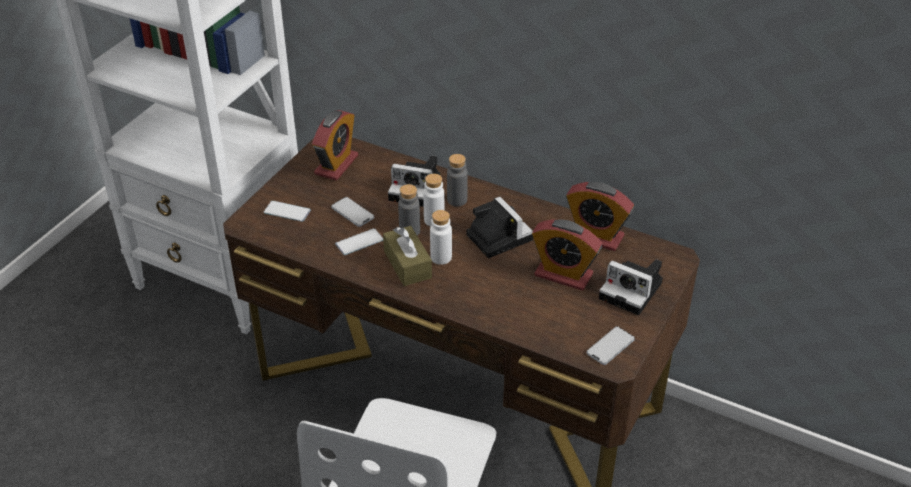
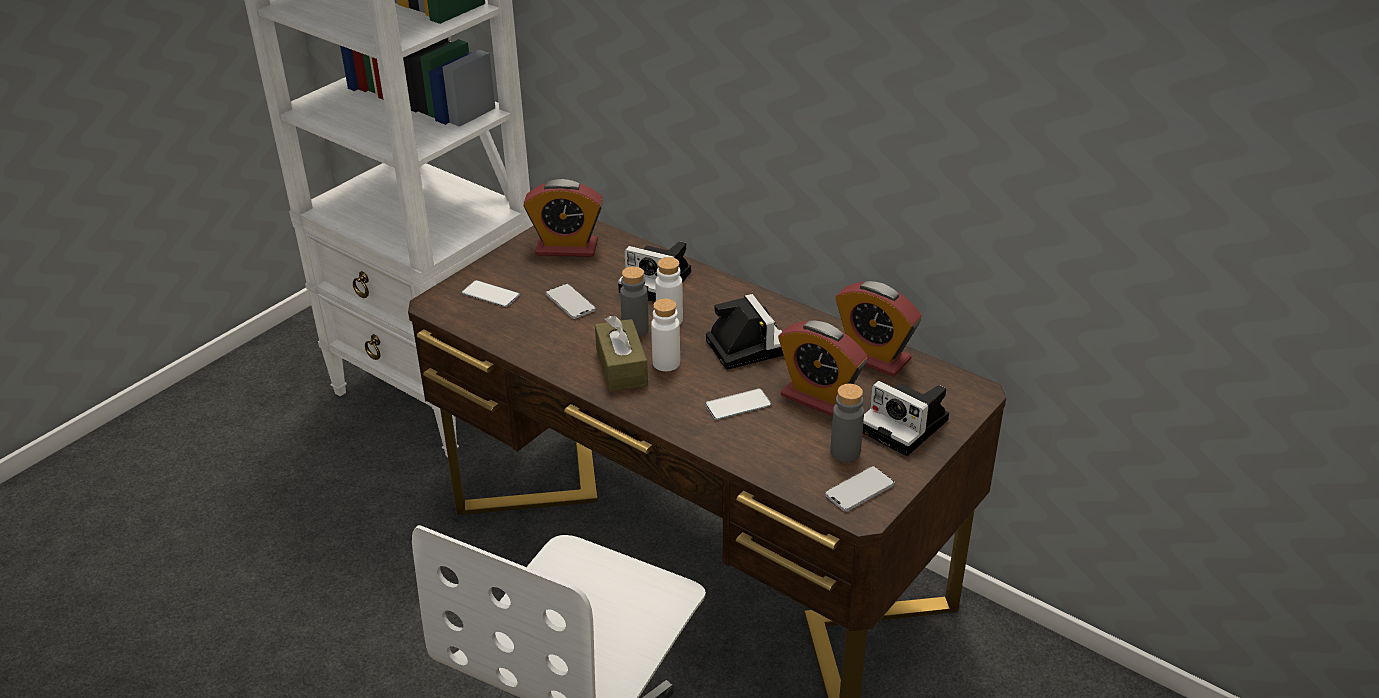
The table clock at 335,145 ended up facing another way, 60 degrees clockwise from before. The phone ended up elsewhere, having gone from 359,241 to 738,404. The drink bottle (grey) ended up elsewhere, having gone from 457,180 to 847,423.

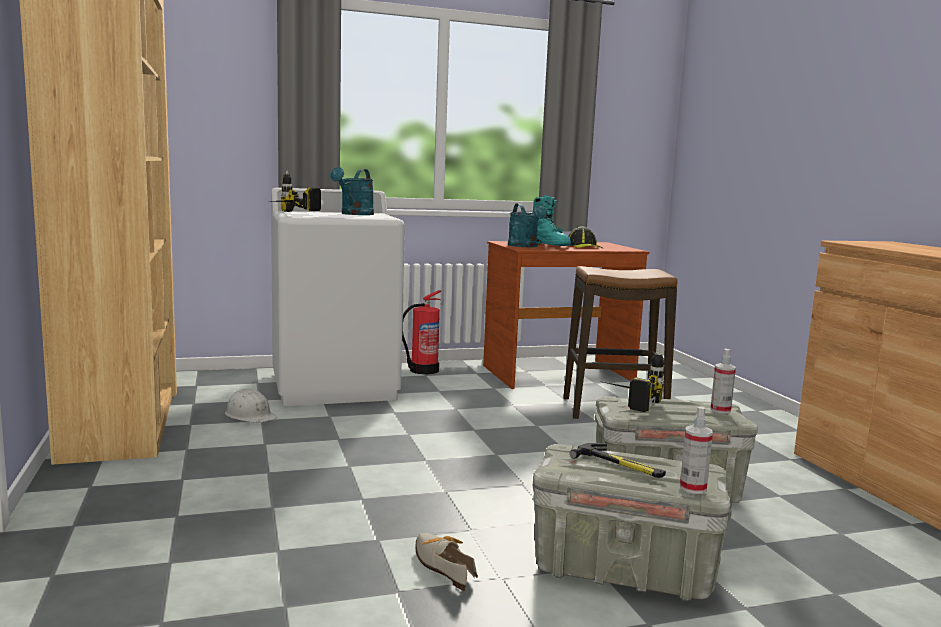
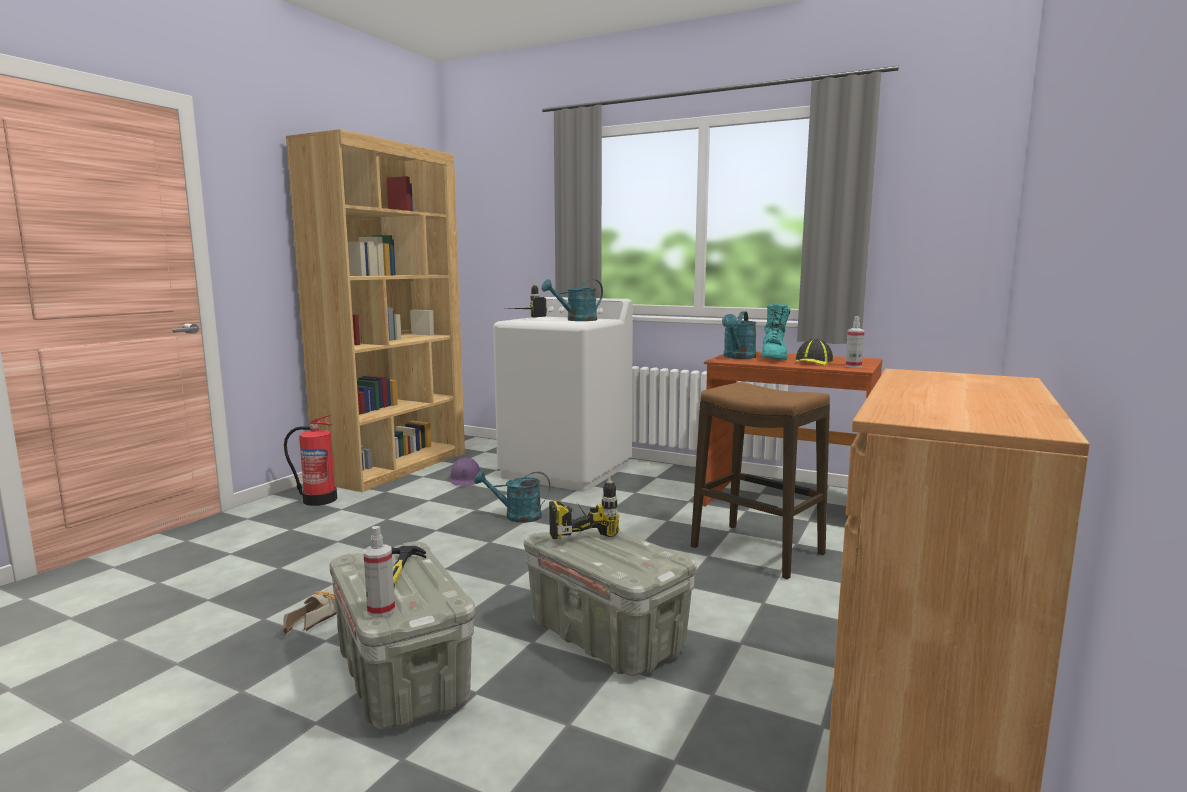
What was the safety helmet (white-coloured) at 251,406 turned into the safety helmet (purple-coloured) at 464,471. The fire extinguisher ended up elsewhere, having gone from 421,332 to 310,460. The spray bottle ended up elsewhere, having gone from 723,381 to 855,342. The second view gained the sprinkling can (blue-green) at 512,496.

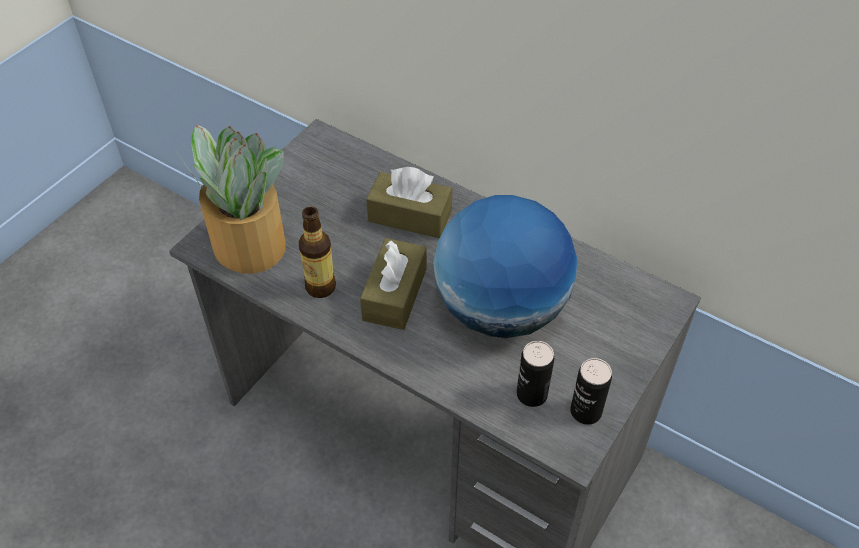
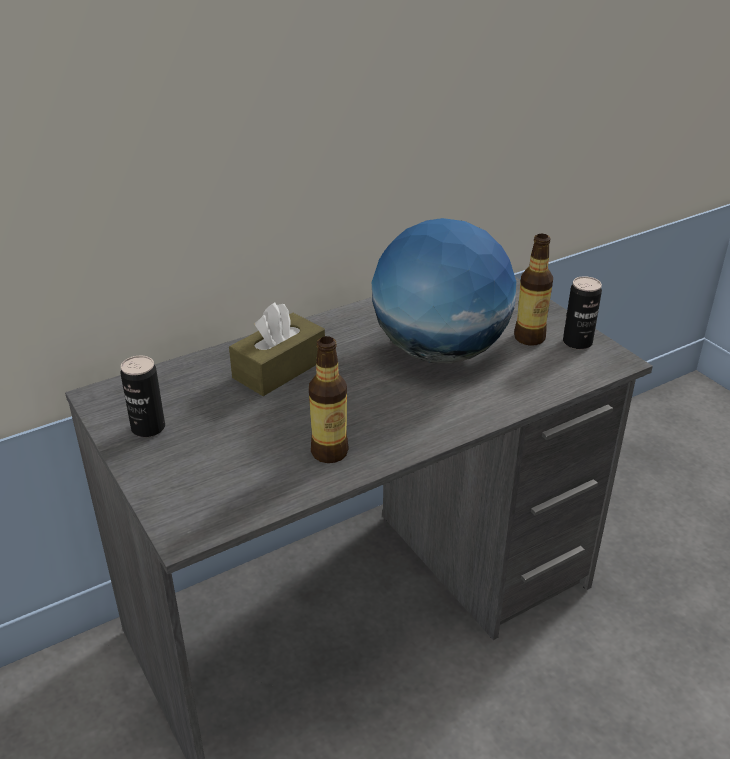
The second view lost the potted plant at 232,199. The second view lost the tissue box (brown) at 393,284. The can ended up elsewhere, having gone from 535,374 to 142,396. The second view gained the drink bottle at 533,290.

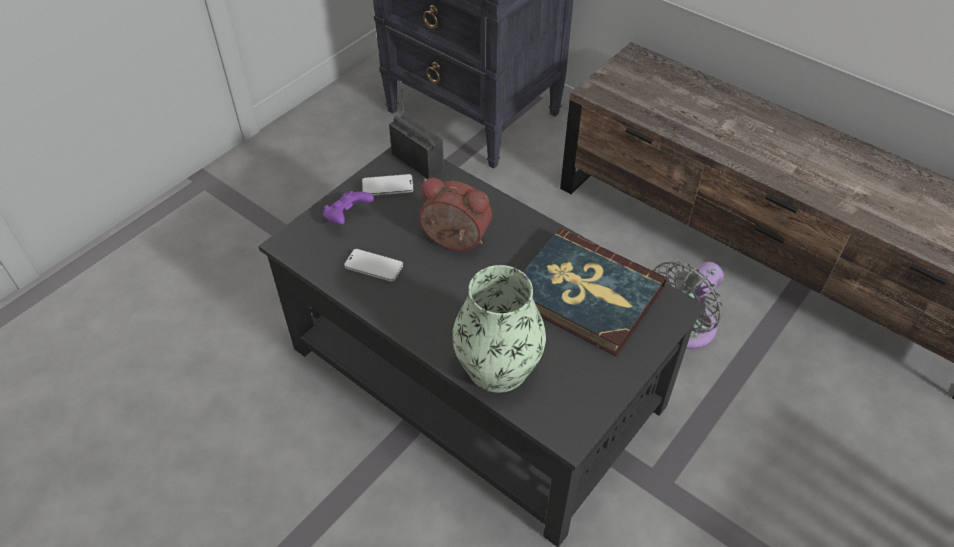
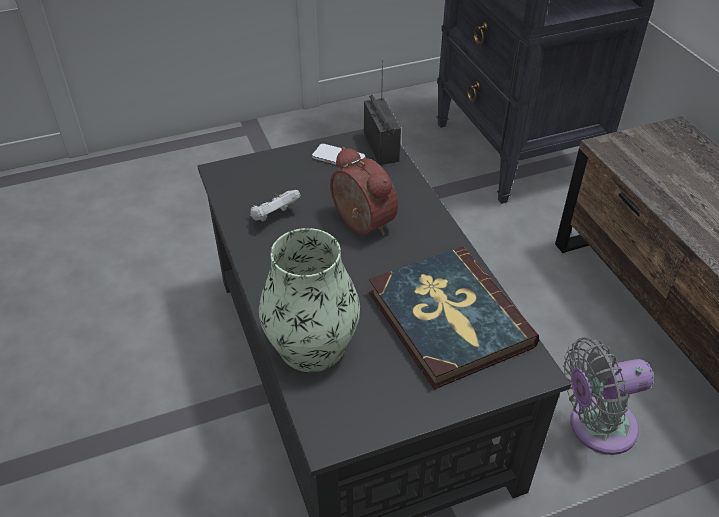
The second view lost the gamepad (purple-coloured) at 348,208. Where the phone stood at 373,265, the gamepad (white-coloured) came to stand at 275,206.

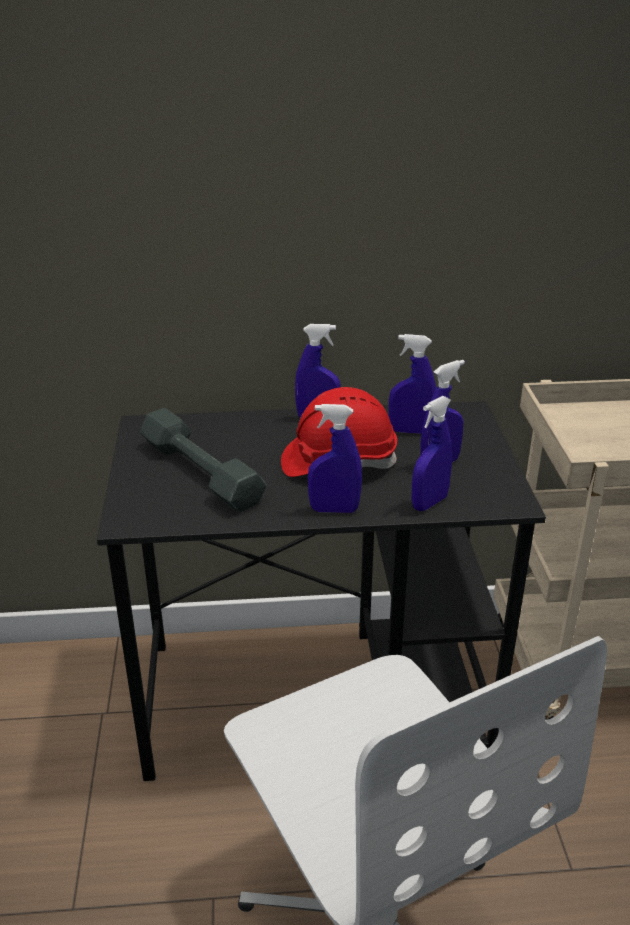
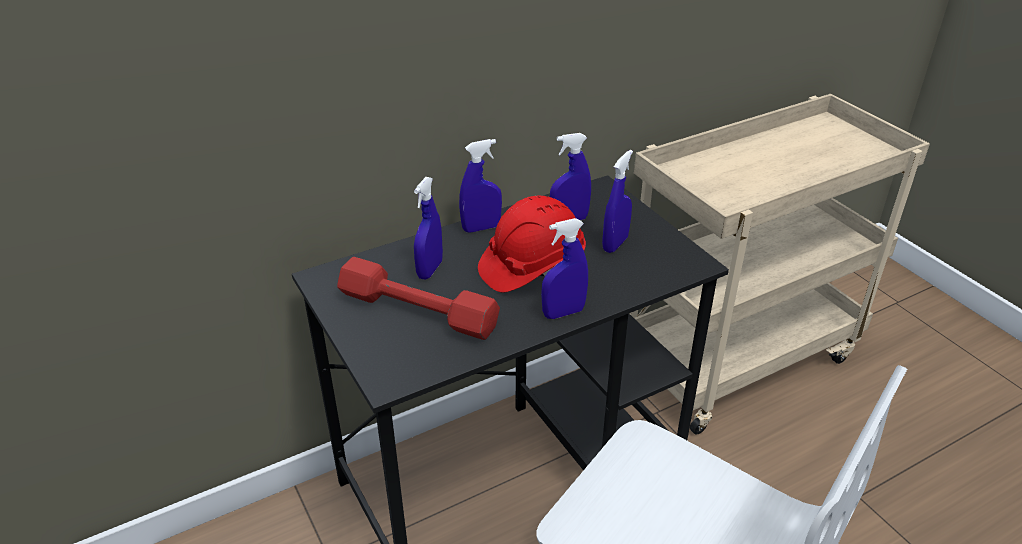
What was the free weight (grey) at 203,460 turned into the free weight (red) at 418,298. The spray bottle (blue-coloured) ended up elsewhere, having gone from 432,453 to 428,228.

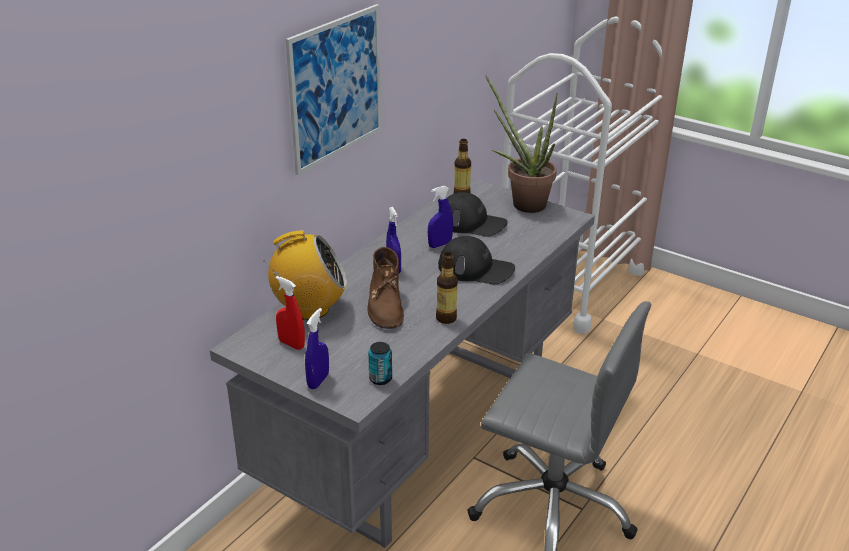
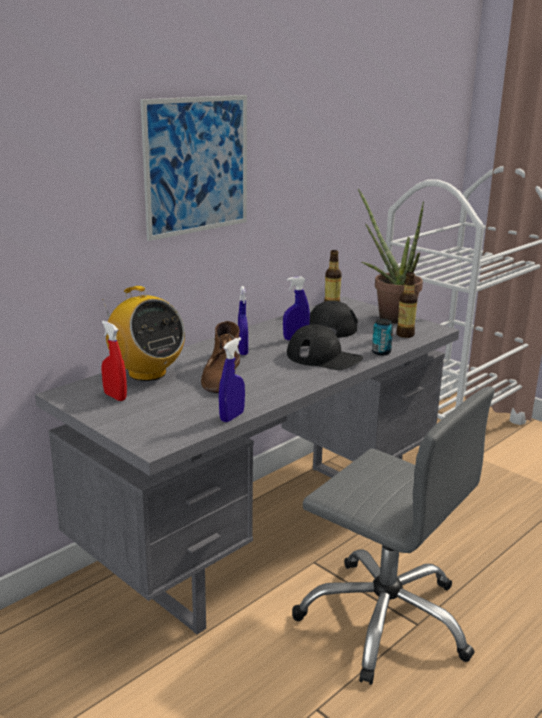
The radio at 305,275 ended up facing another way, 45 degrees clockwise from before. The spray bottle (blue-coloured) ended up elsewhere, having gone from 317,348 to 232,379. The can ended up elsewhere, having gone from 380,363 to 382,337. The drink bottle ended up elsewhere, having gone from 447,288 to 407,305. The baseball cap (black-coloured) at 477,214 ended up facing another way, 105 degrees counterclockwise from before.

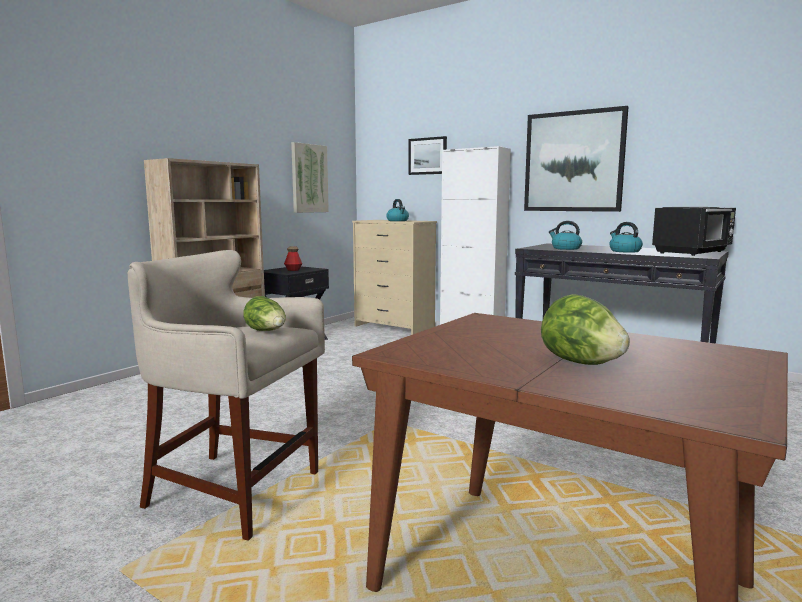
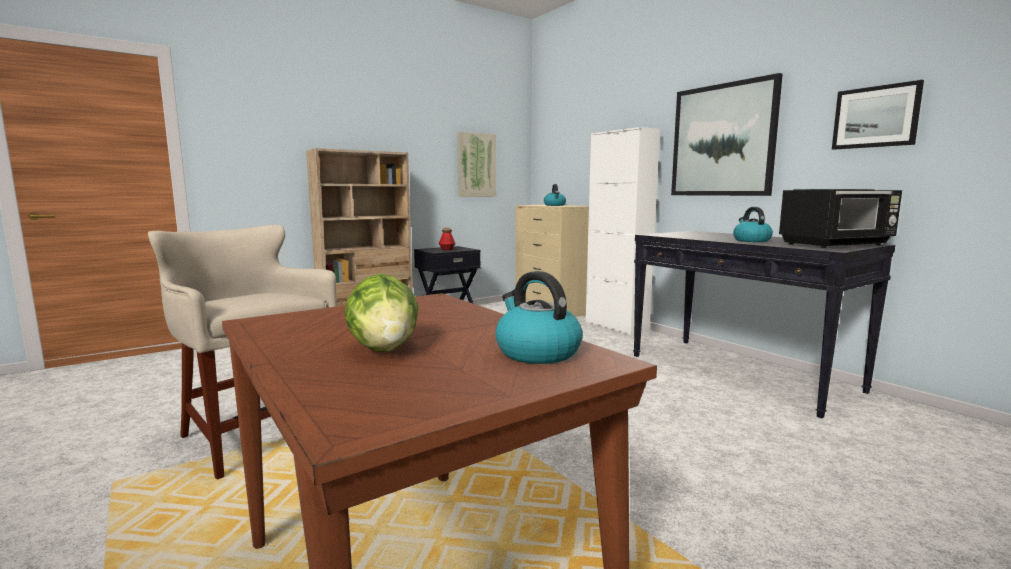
The second view lost the lettuce at 265,313. The picture ended up elsewhere, having gone from 427,155 to 878,115. The tea kettle ended up elsewhere, having gone from 565,235 to 539,317.

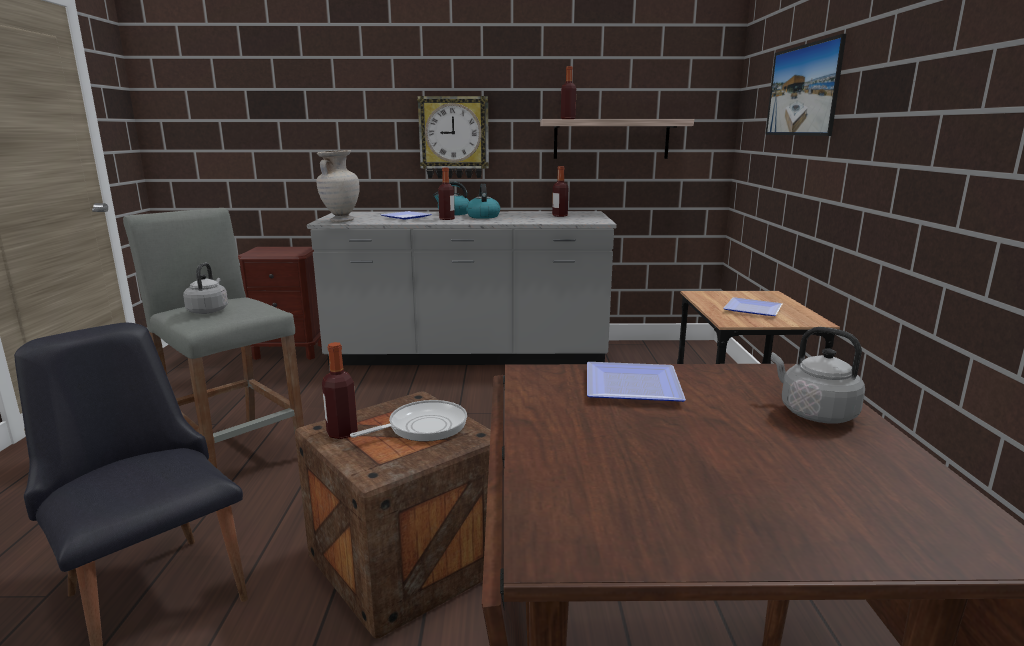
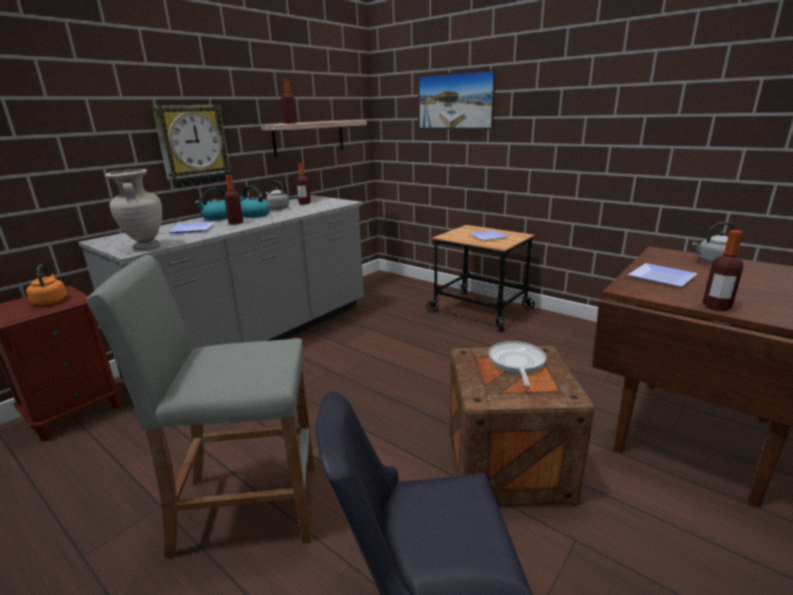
The tea kettle (grey) ended up elsewhere, having gone from 205,288 to 277,195. The drink bottle ended up elsewhere, having gone from 340,390 to 723,270. The second view gained the tea kettle (orange) at 46,284.

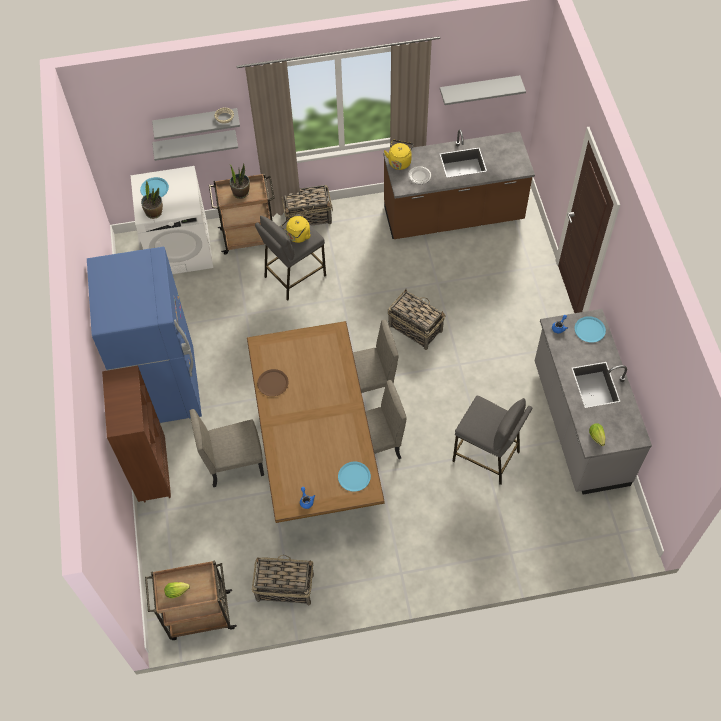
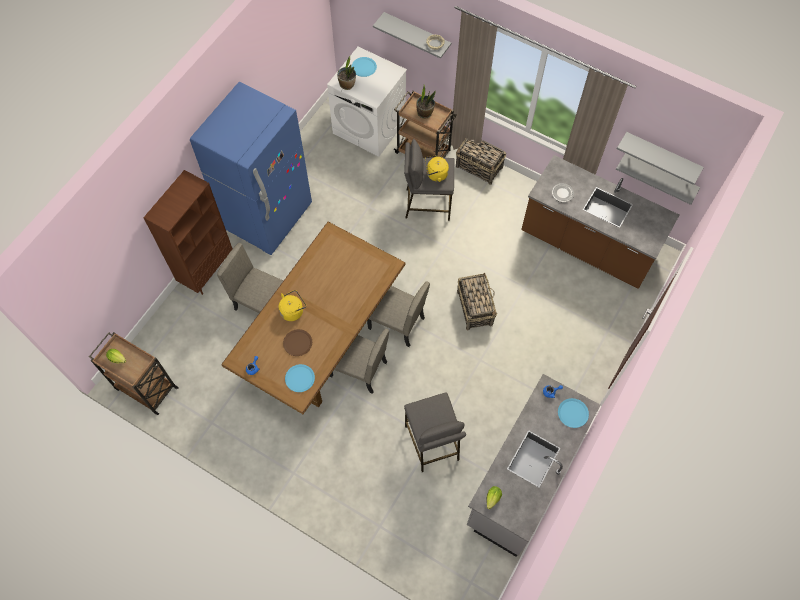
The wall shelf (grey) ended up elsewhere, having gone from 195,145 to 658,179. The second view lost the household basket at 283,580. The flat dish (brown) ended up elsewhere, having gone from 273,382 to 297,342. The tea kettle (yellow) ended up elsewhere, having gone from 398,155 to 292,305.

